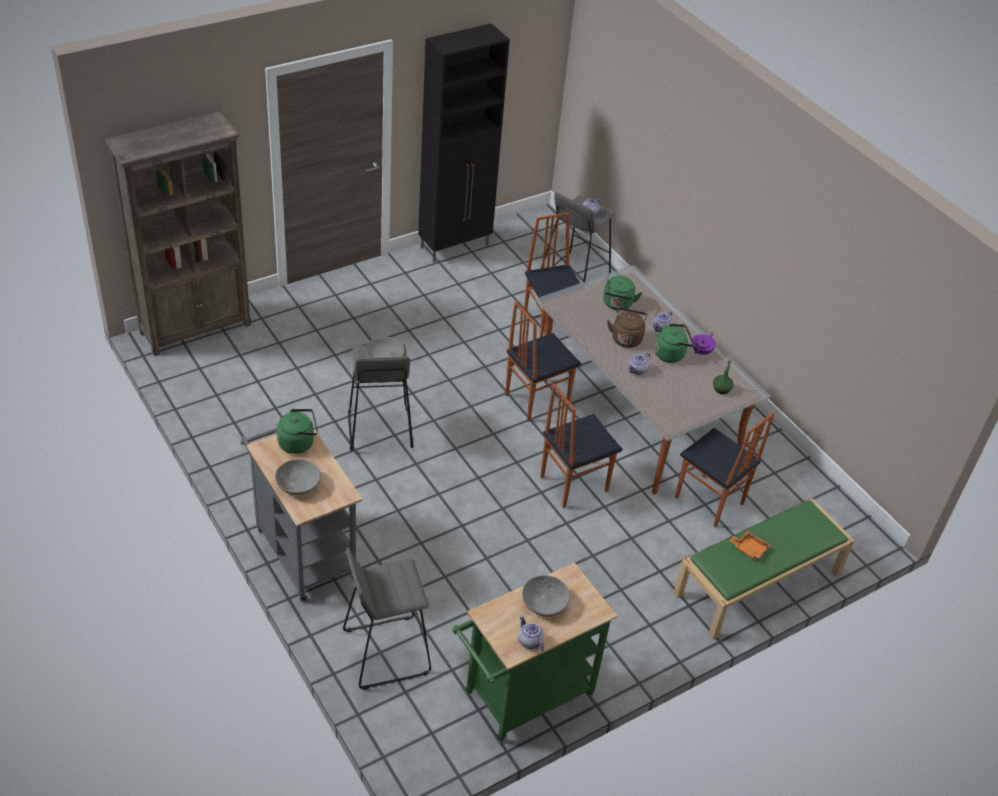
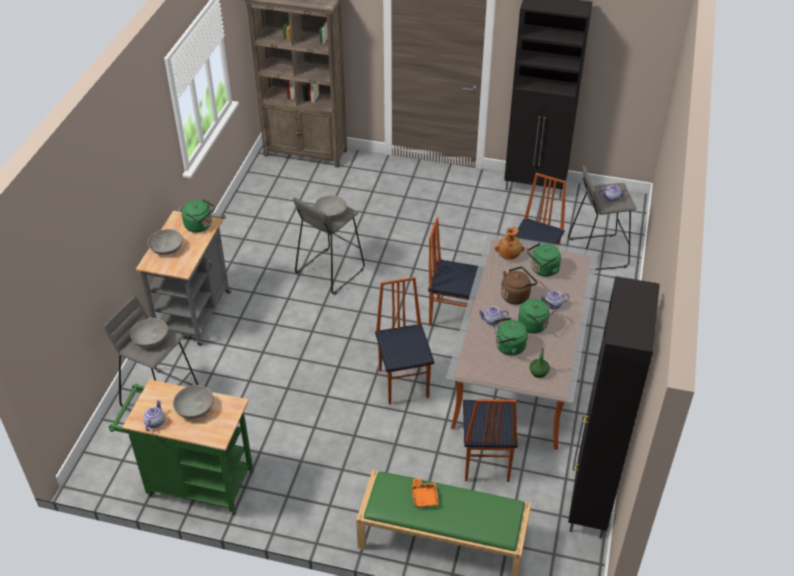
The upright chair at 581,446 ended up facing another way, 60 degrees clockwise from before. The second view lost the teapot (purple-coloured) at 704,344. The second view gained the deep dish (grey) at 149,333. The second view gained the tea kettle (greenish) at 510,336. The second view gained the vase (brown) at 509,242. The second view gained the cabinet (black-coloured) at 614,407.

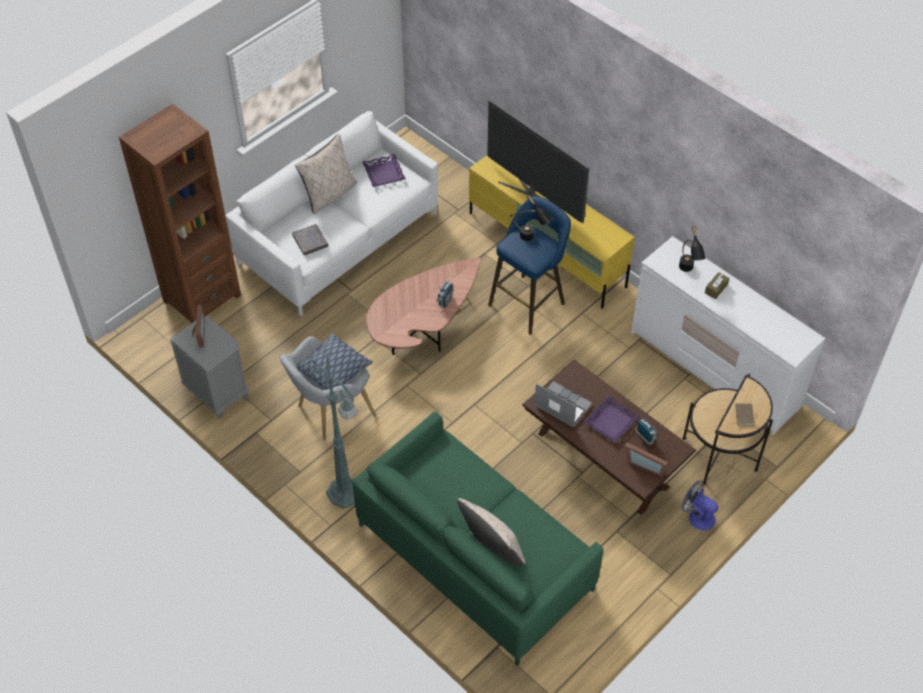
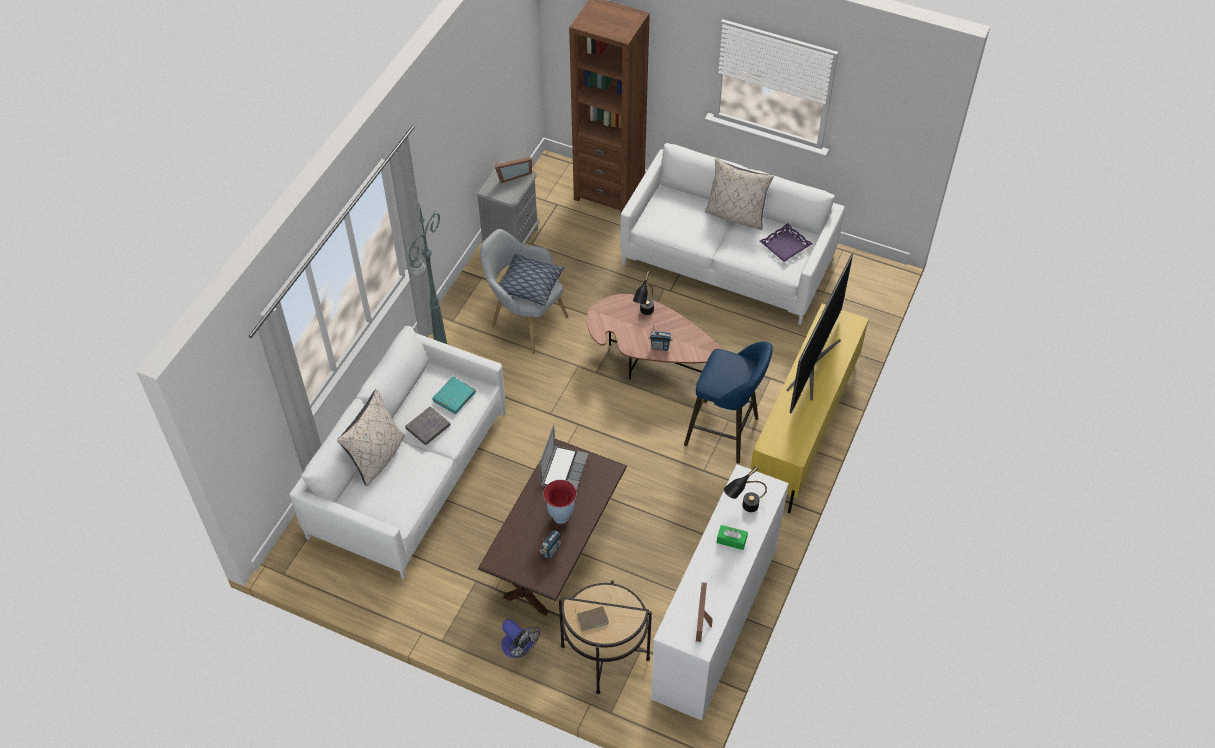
The bound book (grey) ended up elsewhere, having gone from 310,239 to 428,425. What was the settee (greenish) at 478,539 turned into the settee (white-coloured) at 397,452. The table lamp (black-coloured) ended up elsewhere, having gone from 534,218 to 643,293. Where the serving tray (purple-coloured) stood at 612,419, the vase came to stand at 560,502. The photo frame ended up elsewhere, having gone from 646,459 to 704,612. The electric fan at 700,505 ended up facing another way, 120 degrees clockwise from before. What was the tissue box (brown) at 717,285 turned into the tissue box (greenish) at 732,537. The second view gained the bound book (blue-green) at 454,395.

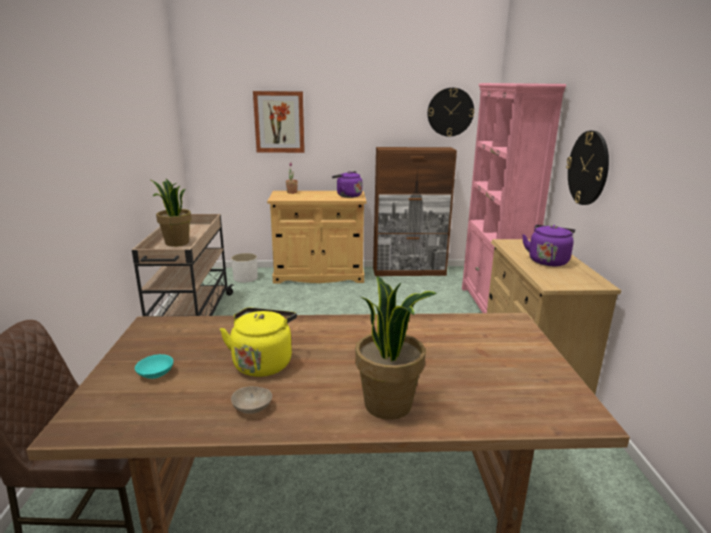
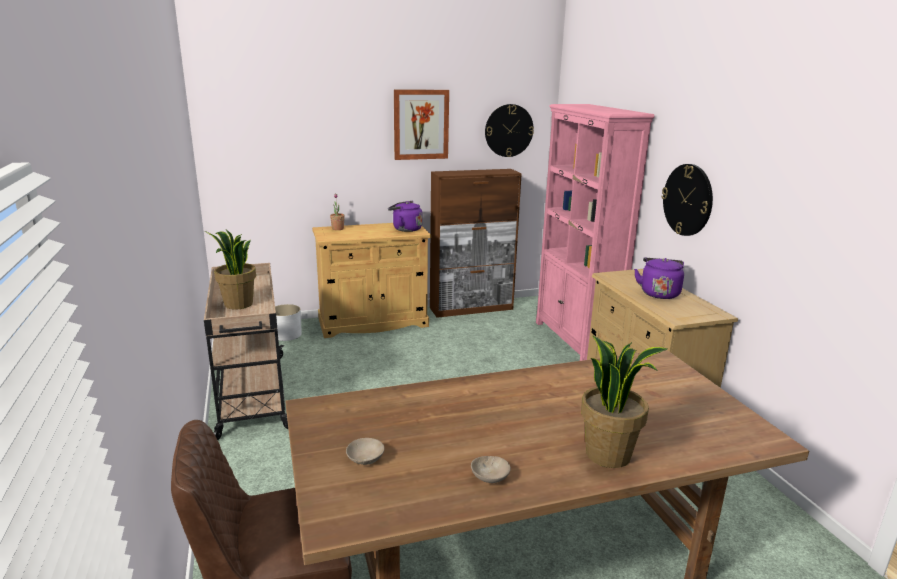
What was the deep dish (blue-green) at 154,366 turned into the deep dish (beige) at 365,451. The second view lost the tea kettle (yellow) at 258,342. The picture ended up elsewhere, having gone from 279,122 to 421,124.

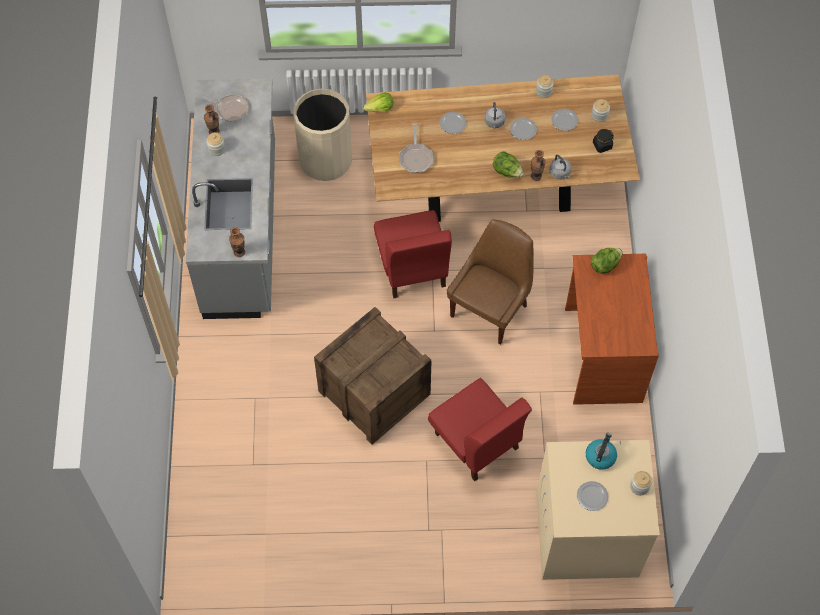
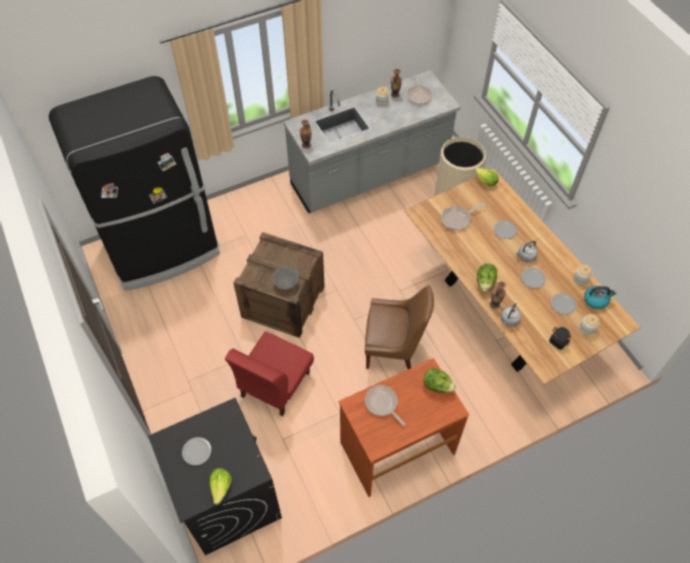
The second view lost the upright chair (red) at 413,254. What was the laundry machine (beige) at 598,510 turned into the laundry machine (black-coloured) at 215,476. The tea kettle ended up elsewhere, having gone from 601,451 to 600,297. Where the storage jar stood at 641,483, the lettuce came to stand at 221,486. The second view gained the kitchen fridge (black-coloured) at 134,183. The second view gained the deep dish (grey) at 286,278. The second view gained the skillet at 385,405.

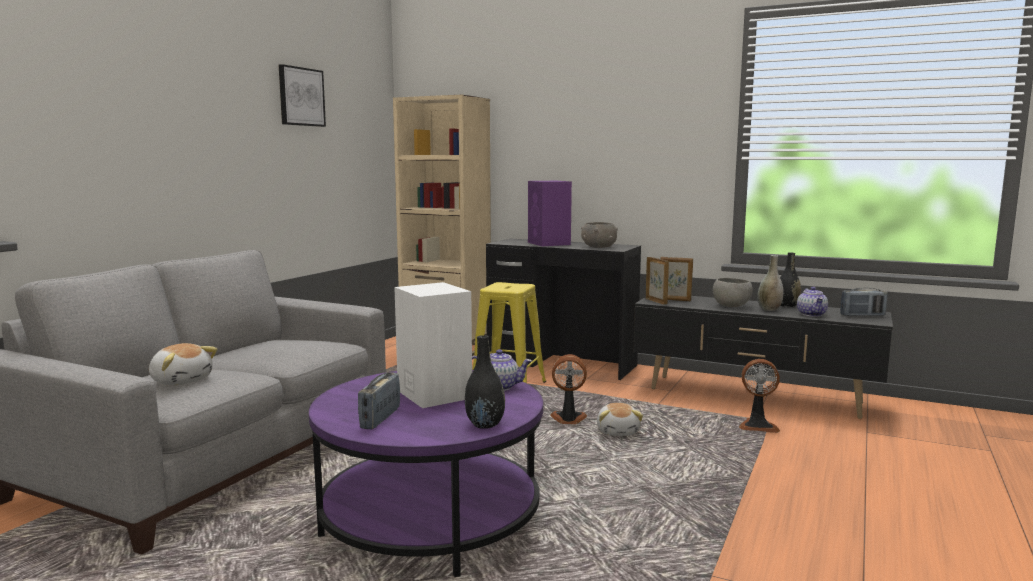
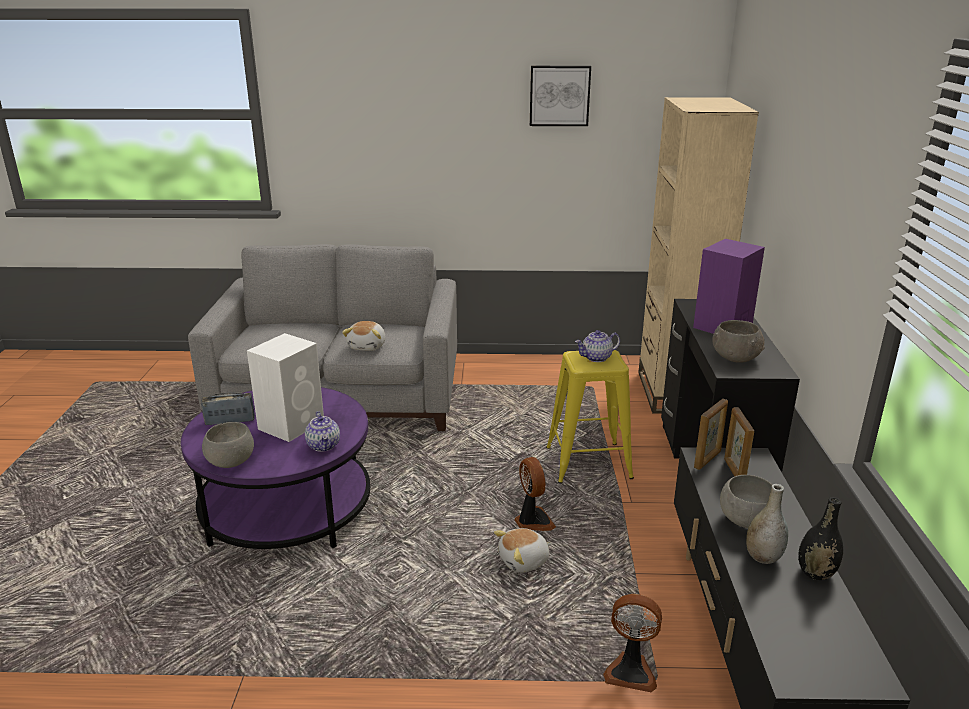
The plush toy ended up elsewhere, having gone from 183,364 to 364,336. Where the vase (black-coloured) stood at 485,382, the deep dish (grey) came to stand at 228,445. The electric fan at 759,396 ended up facing another way, 60 degrees counterclockwise from before. The teapot ended up elsewhere, having gone from 812,302 to 597,346. The second view lost the radio at 864,301.

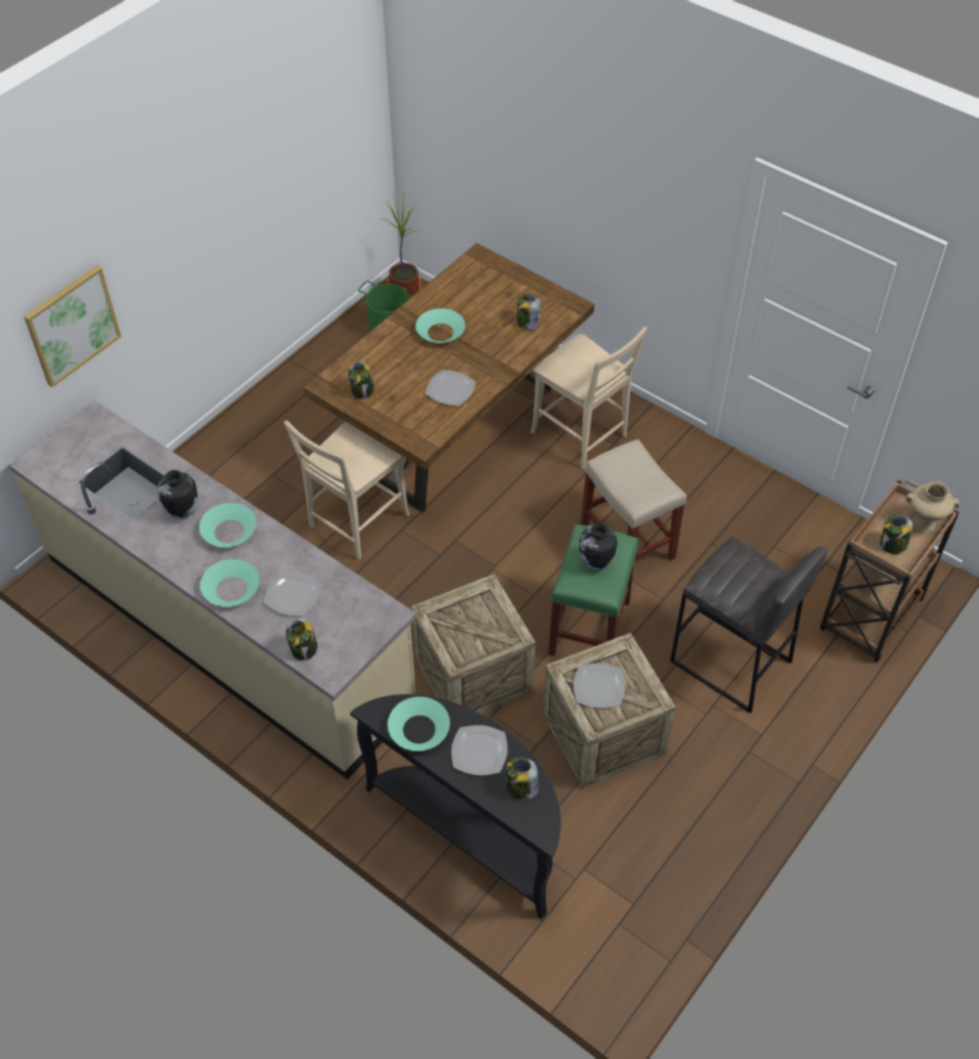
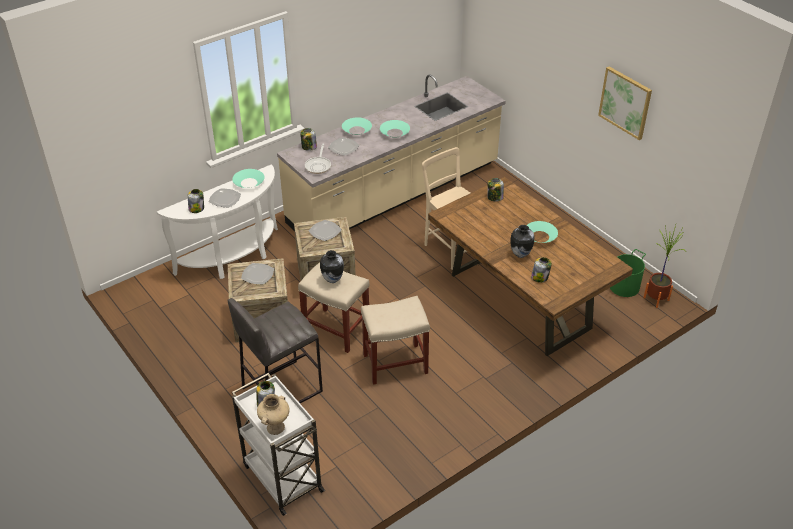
The picture ended up elsewhere, having gone from 72,326 to 625,103. The vase ended up elsewhere, having gone from 177,494 to 522,241. What was the hall table (black-coloured) at 455,807 turned into the hall table (white-coloured) at 217,222. The flat dish ended up elsewhere, having gone from 450,388 to 325,230. The second view lost the upright chair (beige) at 589,397. What was the stool seat (greenish) at 593,590 turned into the stool seat (beige) at 334,308. What was the trolley (brown) at 889,570 turned into the trolley (white-coloured) at 278,444. The second view gained the skillet at 318,159.

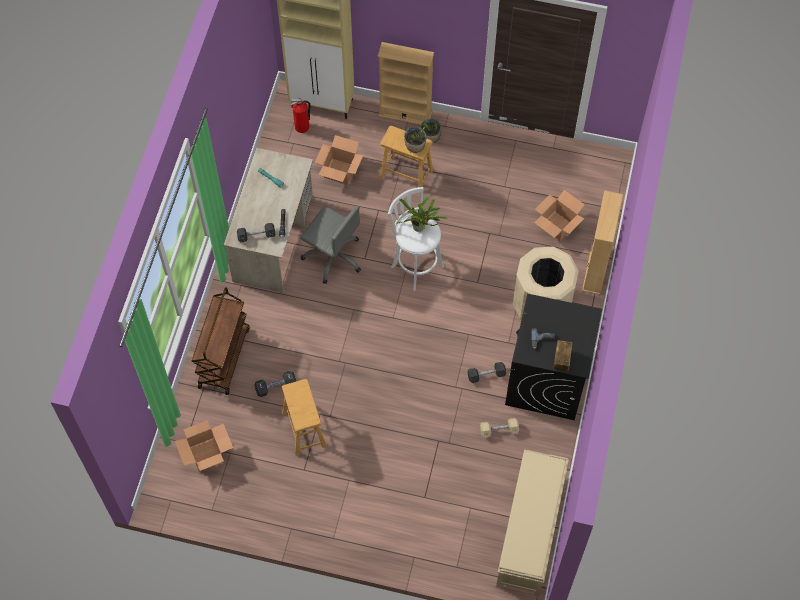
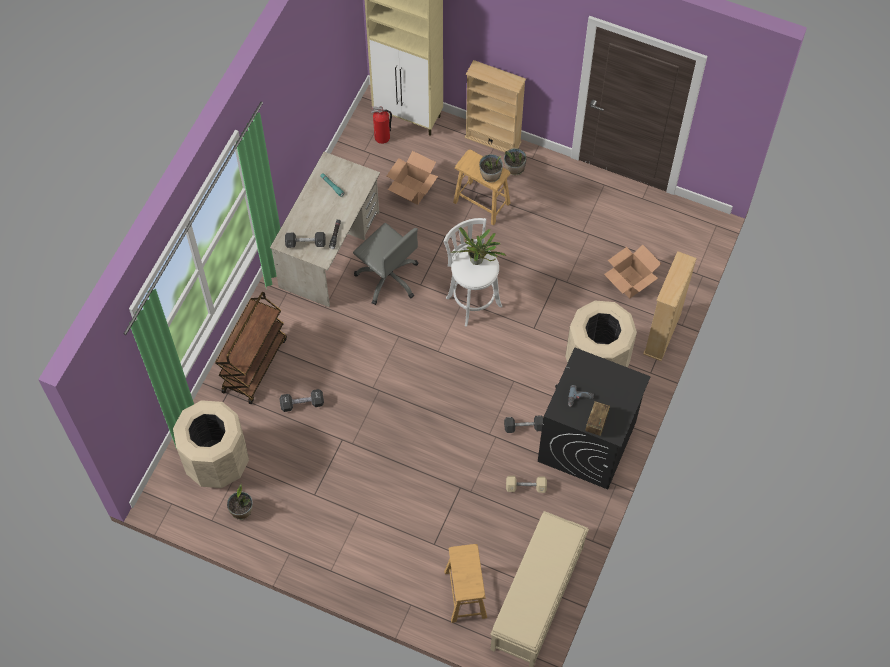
Where the packing box stood at 204,446, the rubbish bin (beige) came to stand at 211,444. The stool seat (brown) ended up elsewhere, having gone from 304,417 to 465,583. The second view gained the potted plant at 240,502.

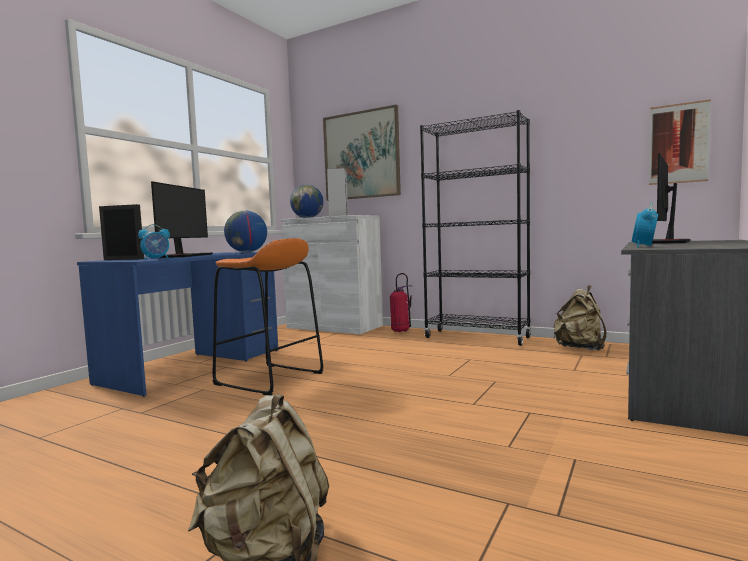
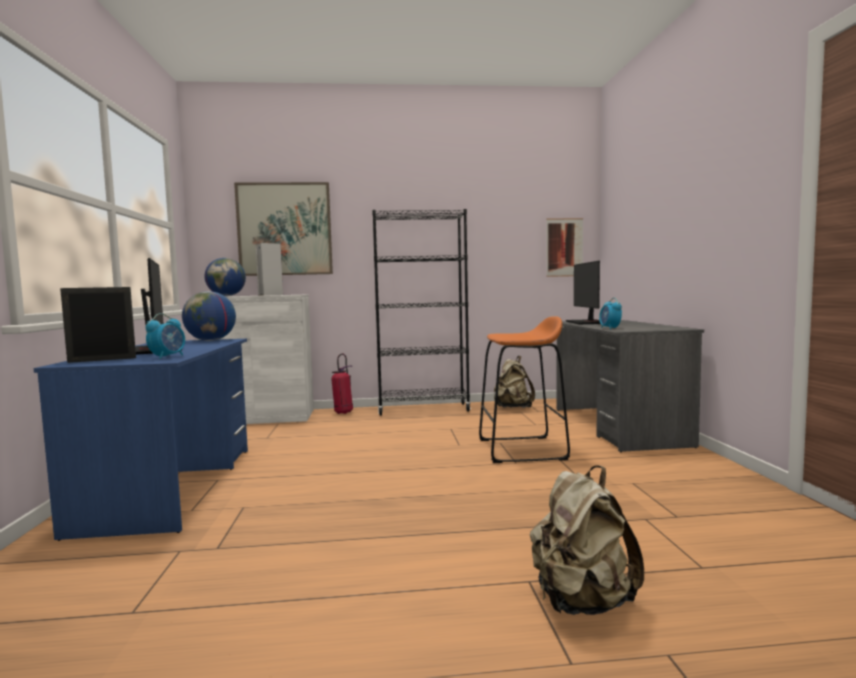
The stool seat (orange) ended up elsewhere, having gone from 268,316 to 524,389.

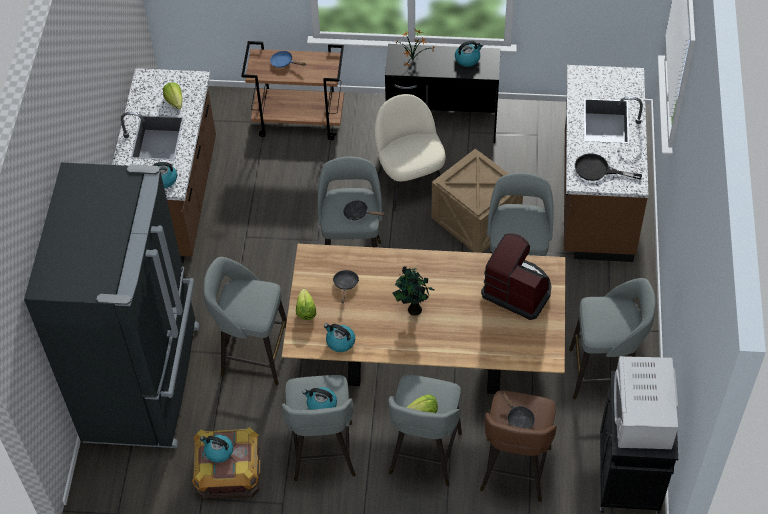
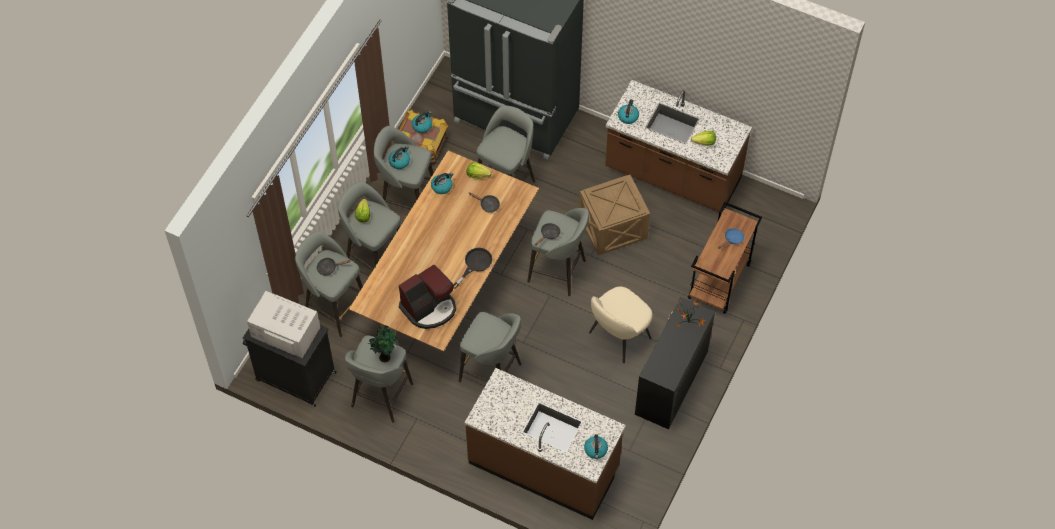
The upright chair (beige) at 410,152 ended up facing another way, 135 degrees clockwise from before. The potted plant ended up elsewhere, having gone from 413,291 to 383,344. The packing crate ended up elsewhere, having gone from 477,201 to 614,215. The tea kettle ended up elsewhere, having gone from 469,54 to 596,446. What was the stool seat (brown) at 518,446 turned into the stool seat (grey) at 329,284. The skillet (black-coloured) ended up elsewhere, having gone from 608,167 to 472,268.

